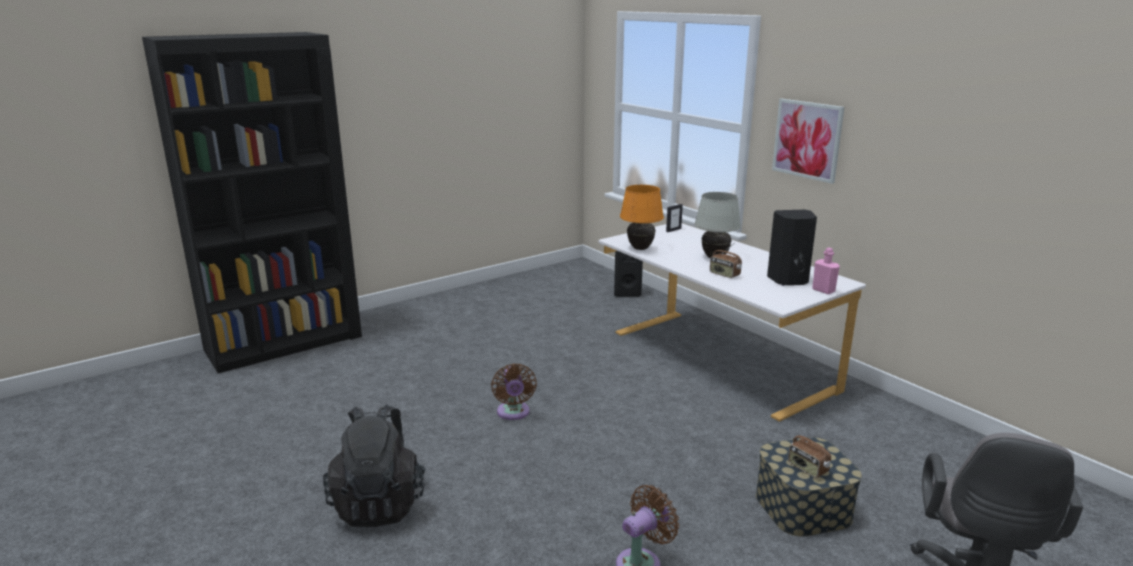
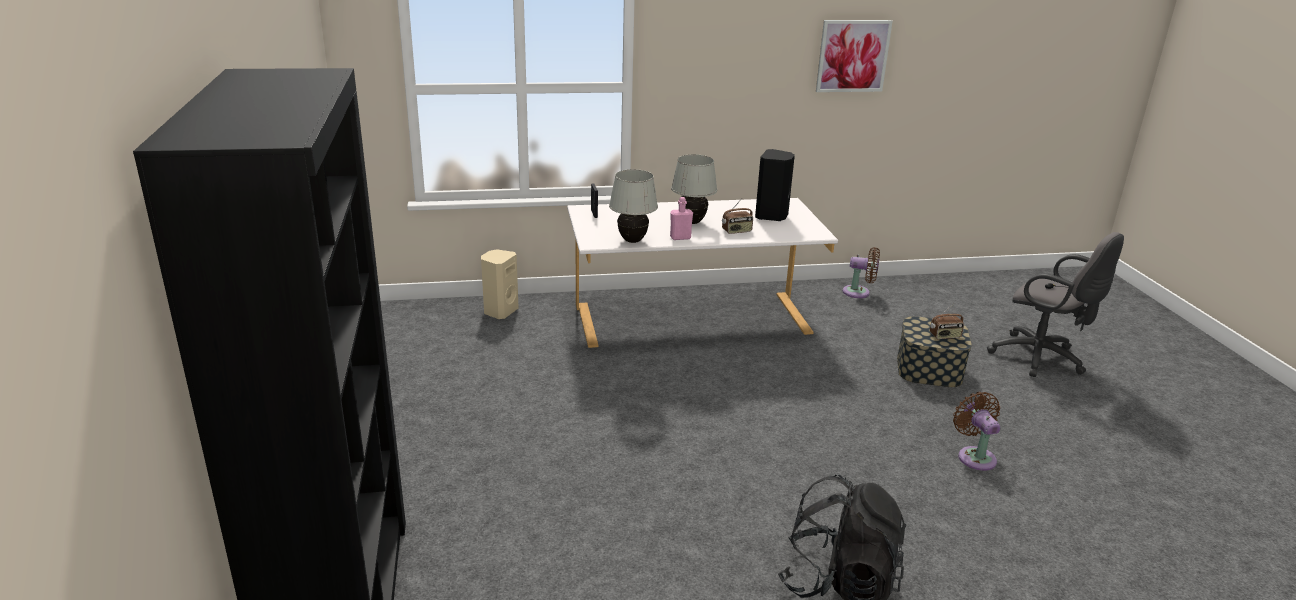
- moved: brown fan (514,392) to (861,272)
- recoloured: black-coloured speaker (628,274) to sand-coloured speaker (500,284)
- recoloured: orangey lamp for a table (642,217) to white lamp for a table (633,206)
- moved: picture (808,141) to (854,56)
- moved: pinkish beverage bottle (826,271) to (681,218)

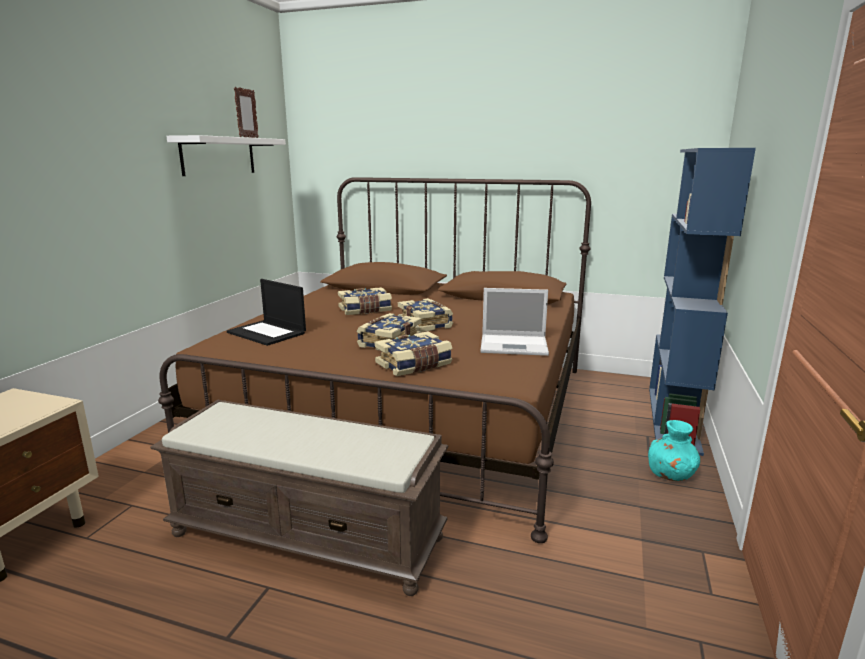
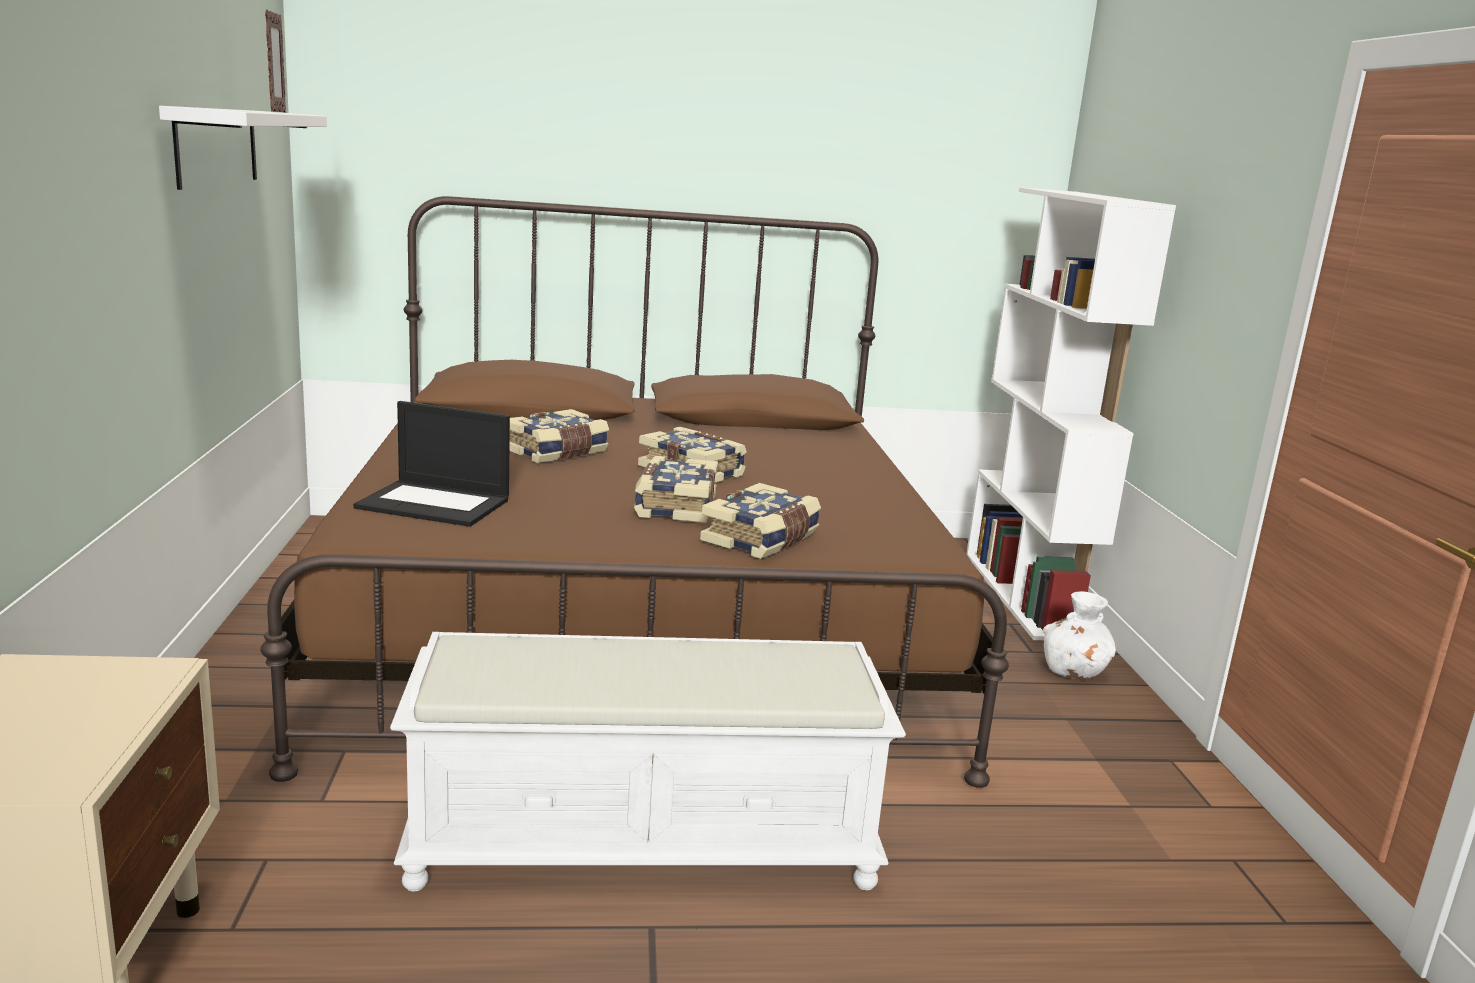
- recoloured: brown long seat (299,498) to white long seat (648,761)
- removed: notebook computer (514,322)
- recoloured: turquoise-coloured flower vase (674,450) to white flower vase (1079,635)
- recoloured: blue bookcase (702,302) to white bookcase (1071,413)

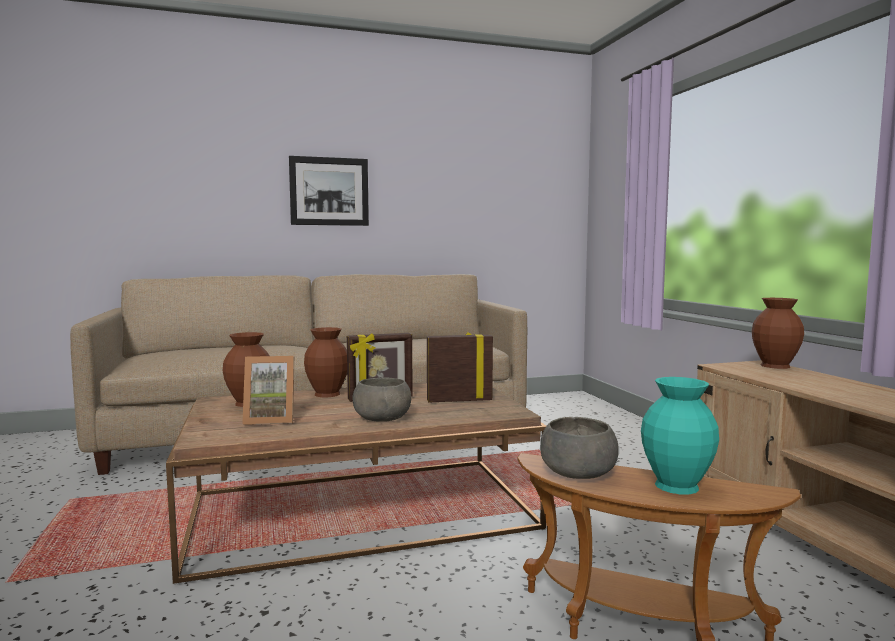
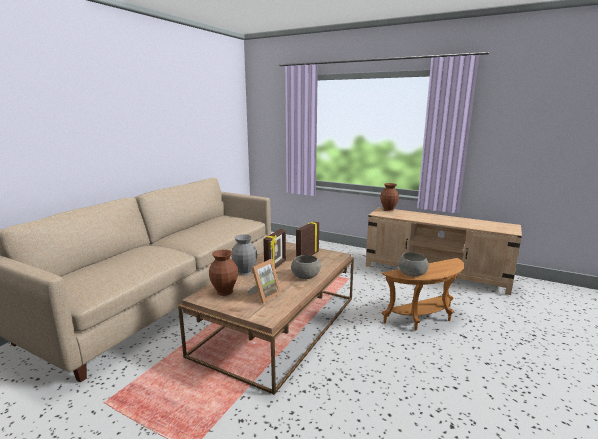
- removed: picture (329,191)
- recoloured: brown flower vase (325,362) to greyish flower vase (244,255)
- removed: turquoise-coloured flower vase (680,435)

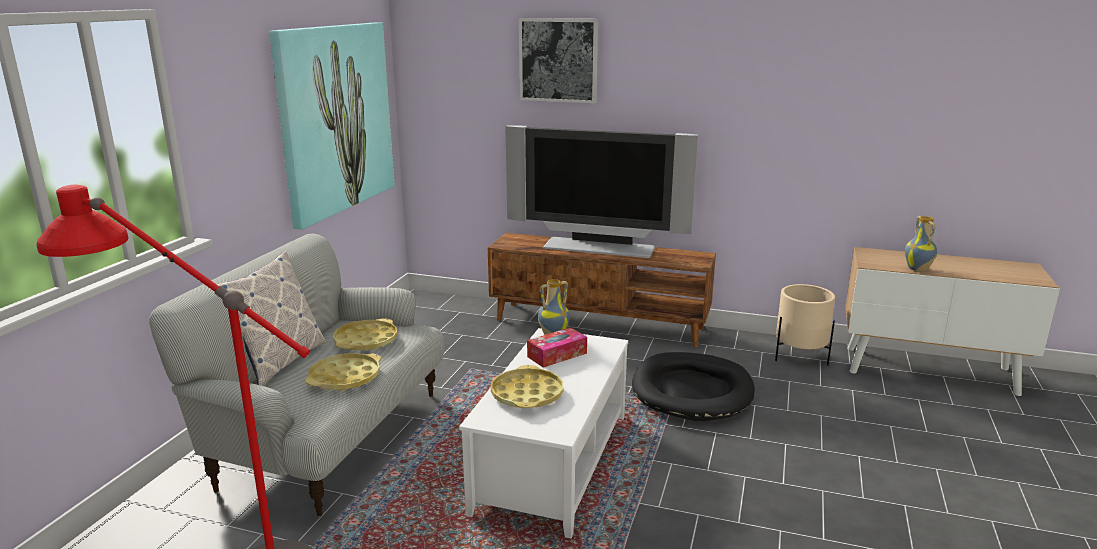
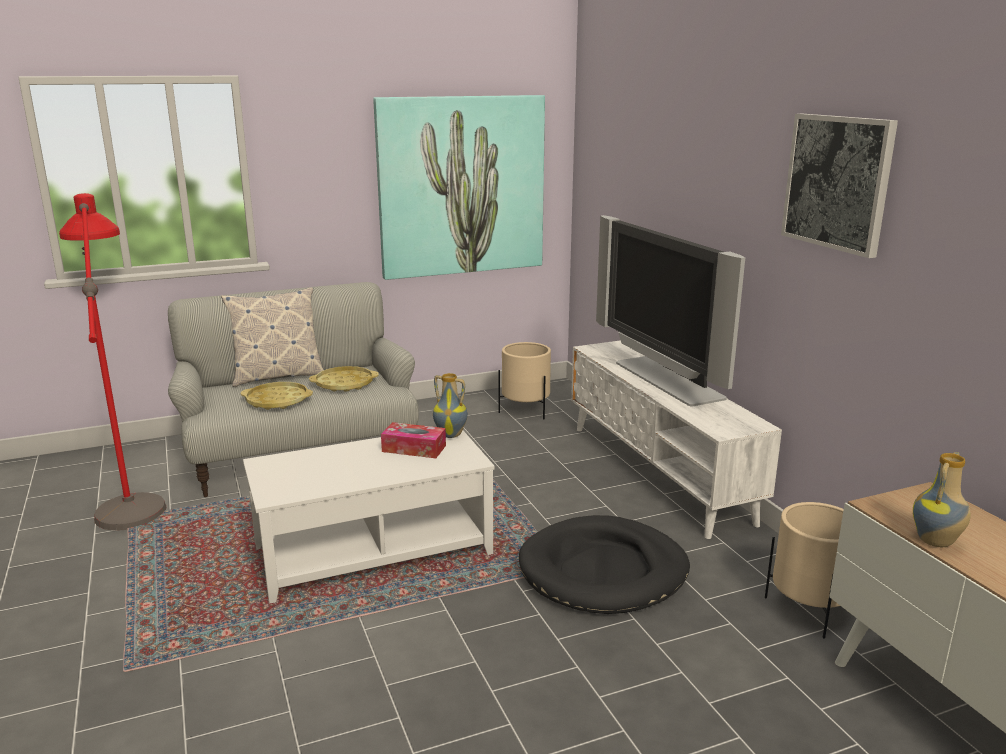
- recoloured: brown tv stand (602,290) to white tv stand (676,439)
- removed: yellowish tray (527,386)
- moved: picture (558,60) to (839,186)
- added: sand-coloured planter (524,380)

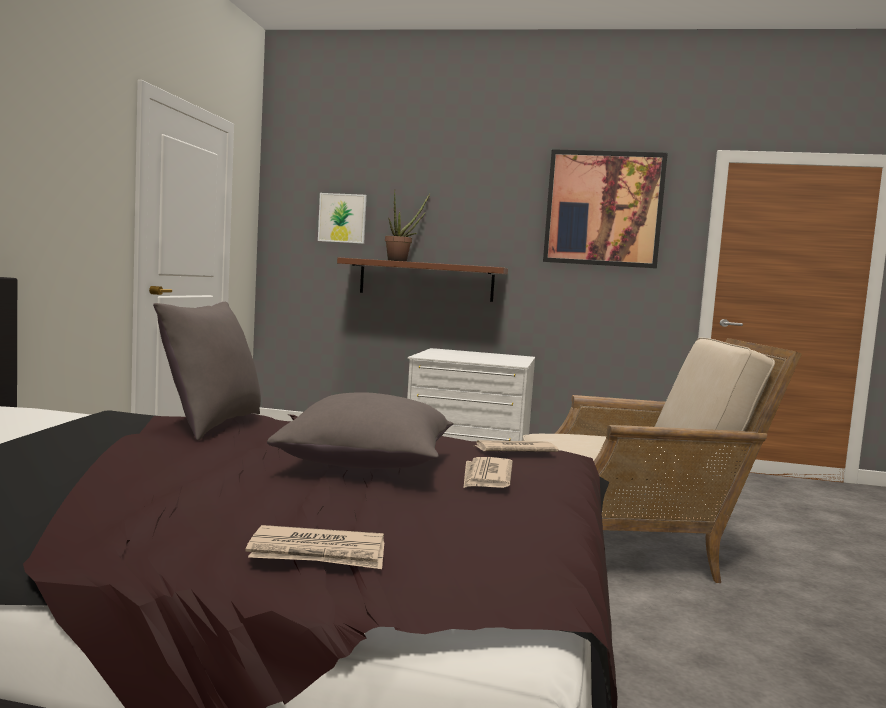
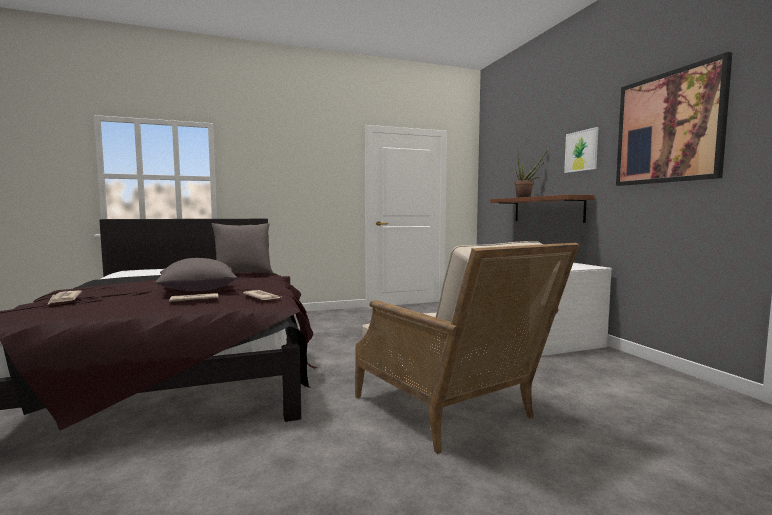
- moved: picture (342,218) to (581,150)

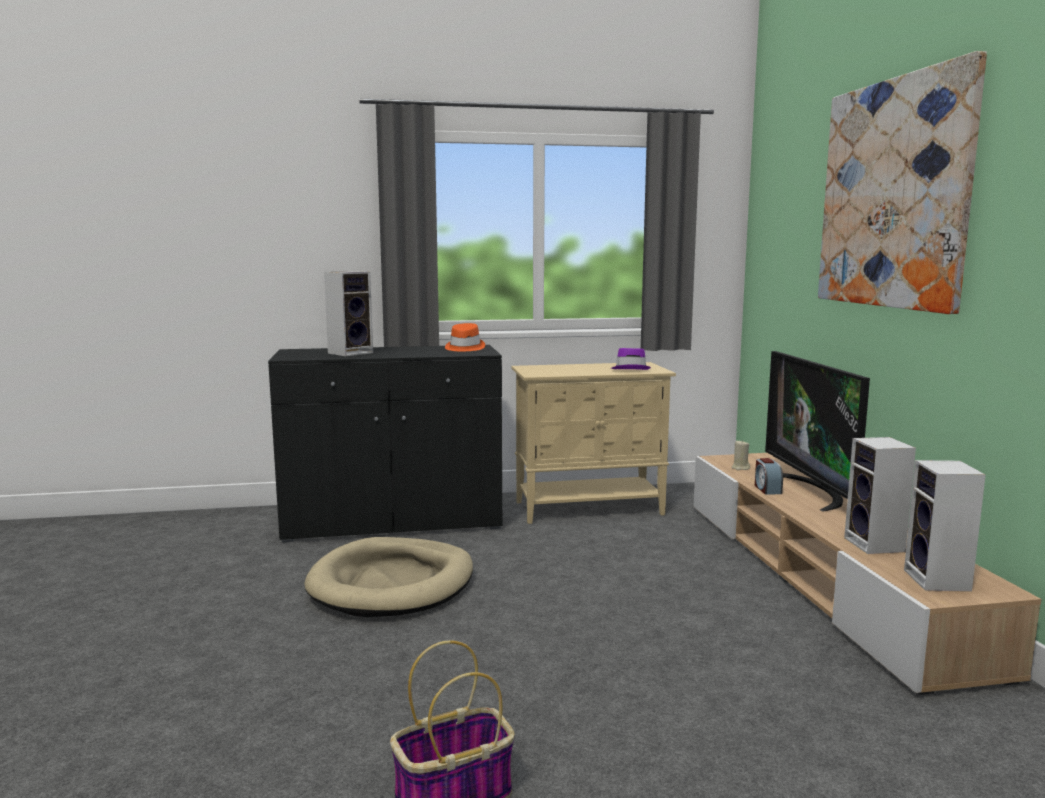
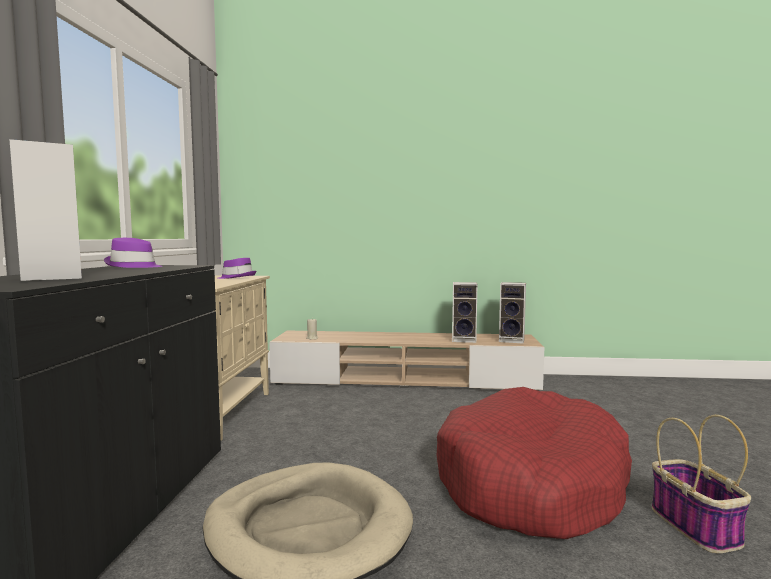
- recoloured: orangey clothing hat (465,337) to purplish clothing hat (133,253)
- removed: alarm clock (769,476)
- removed: TV (817,431)
- removed: picture (902,182)
- added: red dog bed (534,463)

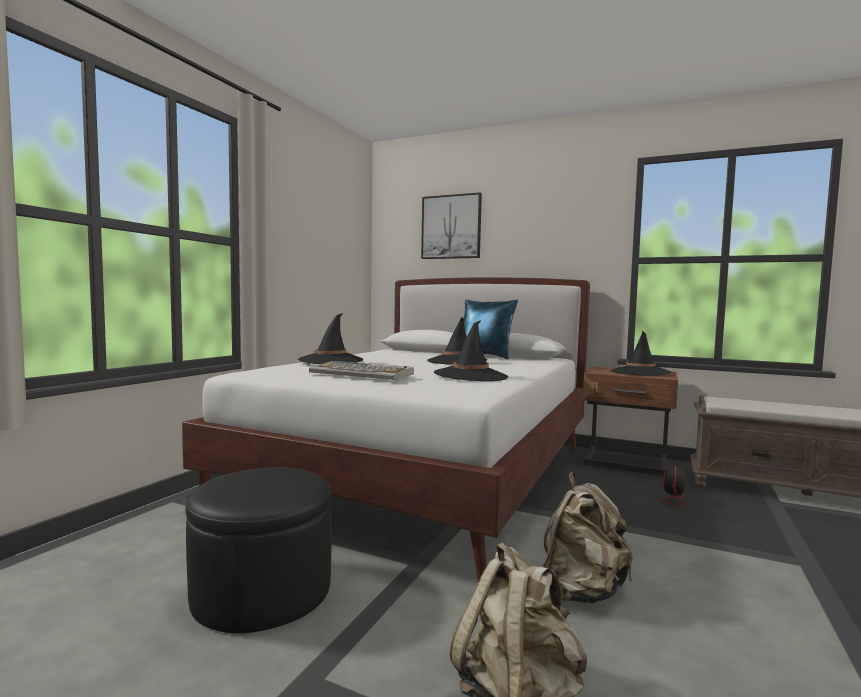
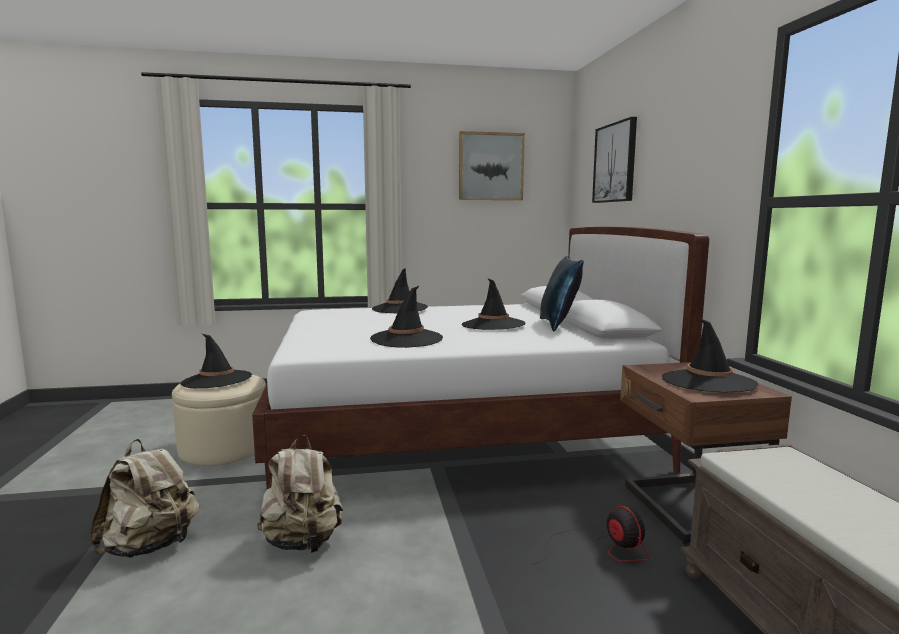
- recoloured: black-coloured pouffe (258,550) to sand-coloured pouffe (219,420)
- removed: PC keyboard (361,370)
- turned: fan (645,486) = (590,535) 105 degrees counterclockwise
- added: black-coloured clothing hat (216,361)
- added: picture (492,165)

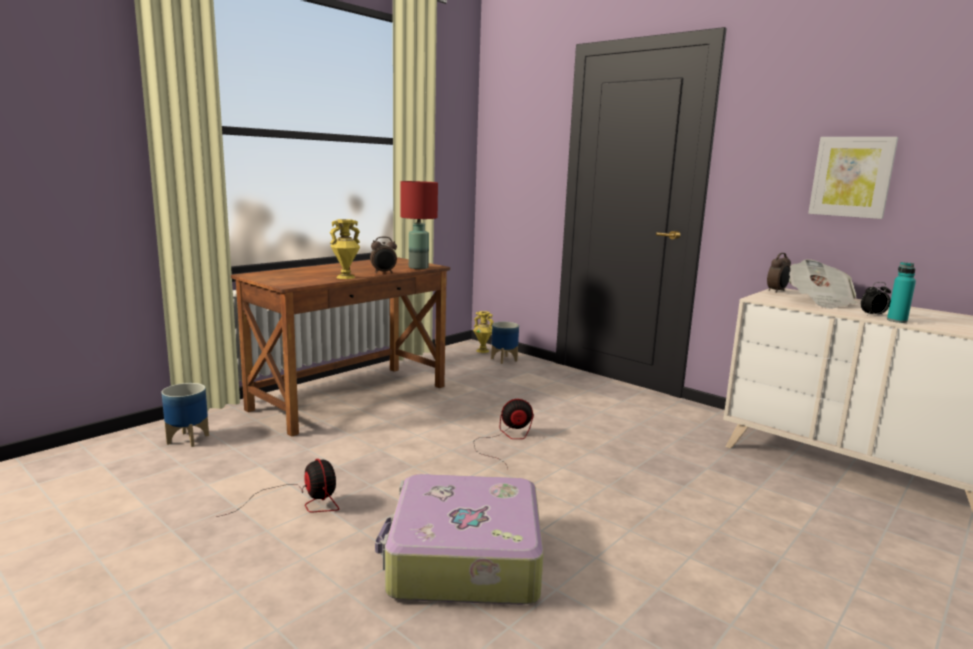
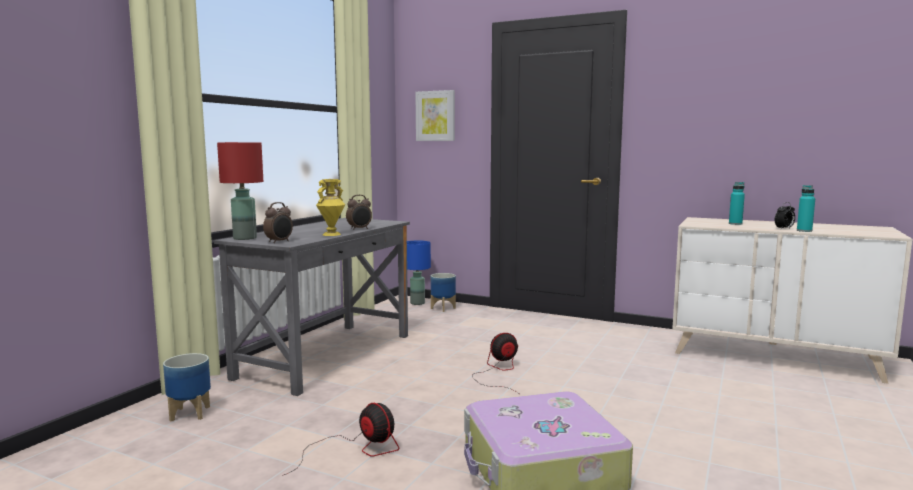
- recoloured: brown desk table (340,346) to greyish desk table (312,307)
- moved: red lamp for a table (419,225) to (240,191)
- replaced: yellowish flower vase (483,332) to blue lamp for a table (419,272)
- moved: alarm clock (779,273) to (278,222)
- replaced: newspaper (823,284) to turquoise-coloured beverage bottle (737,203)
- moved: picture (853,178) to (435,115)

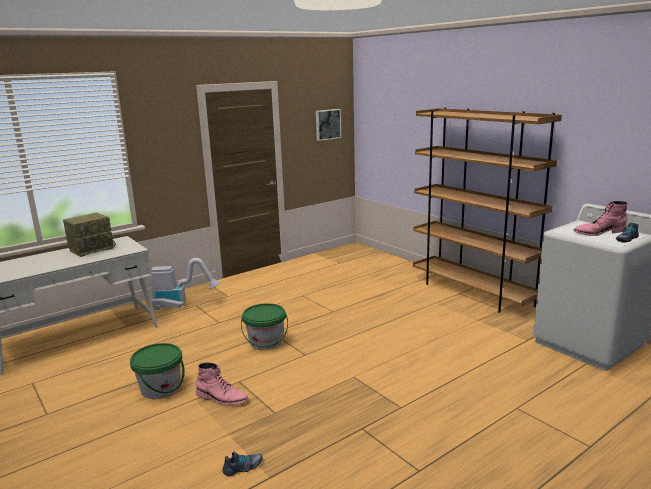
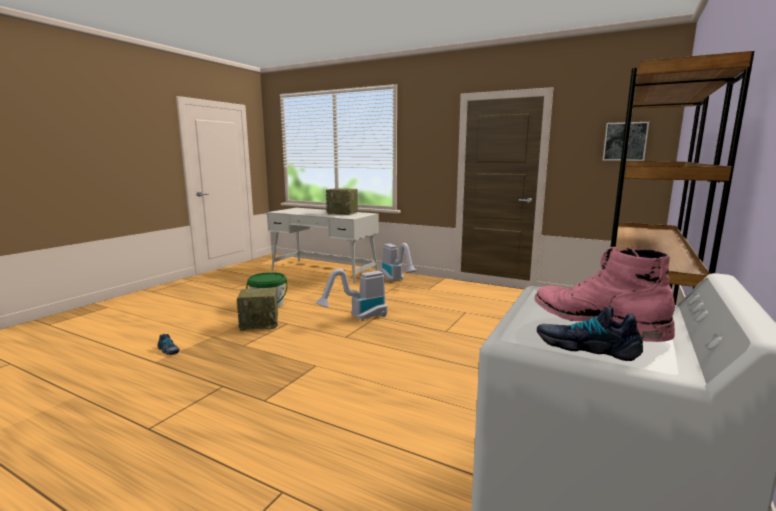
- replaced: pinkish boot (222,383) to radio set (257,309)
- replaced: green pail (264,326) to hoover (351,295)

